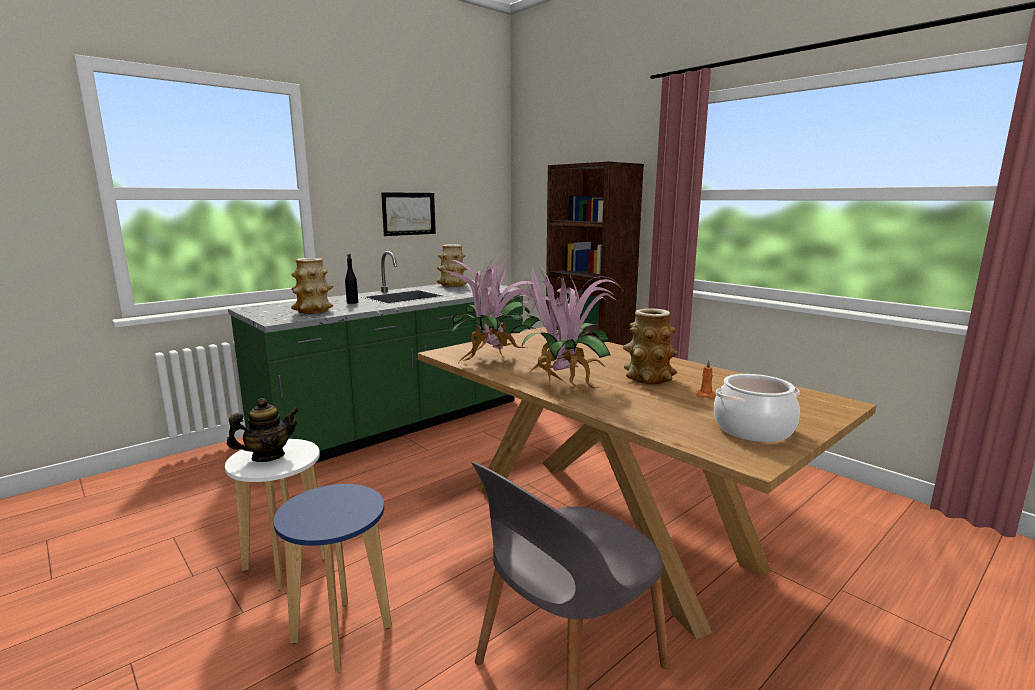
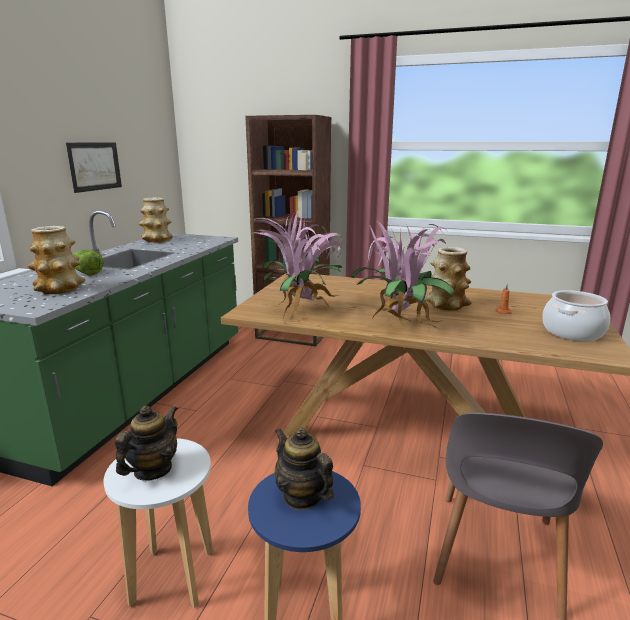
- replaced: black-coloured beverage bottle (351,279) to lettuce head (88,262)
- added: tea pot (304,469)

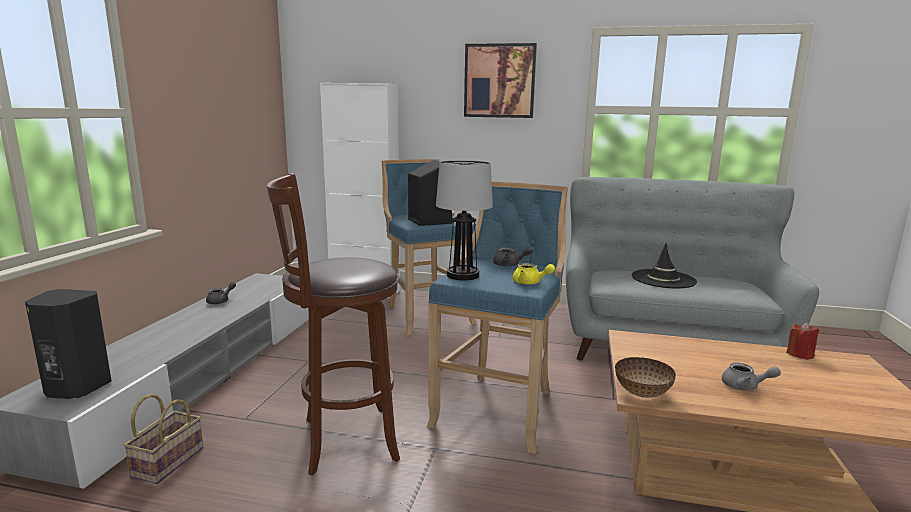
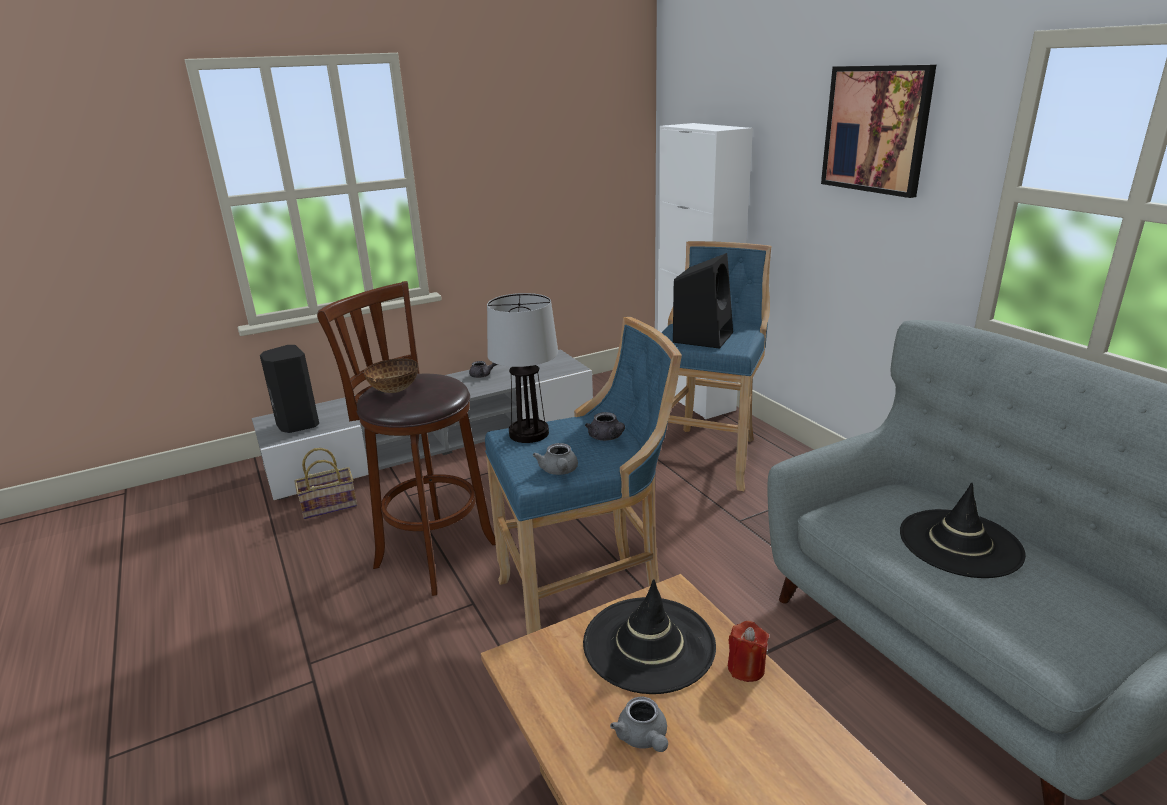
- recoloured: yellowish tea pot (534,273) to greyish tea pot (555,459)
- moved: bowl (645,377) to (391,375)
- moved: red wax light (802,341) to (748,651)
- added: black-coloured clothing hat (649,636)

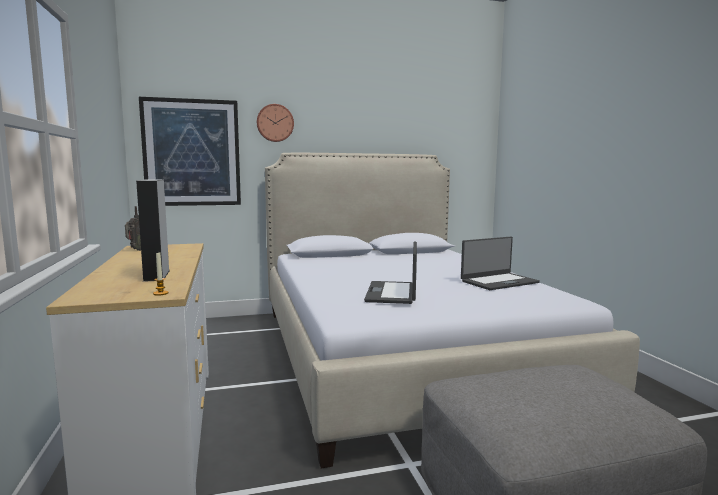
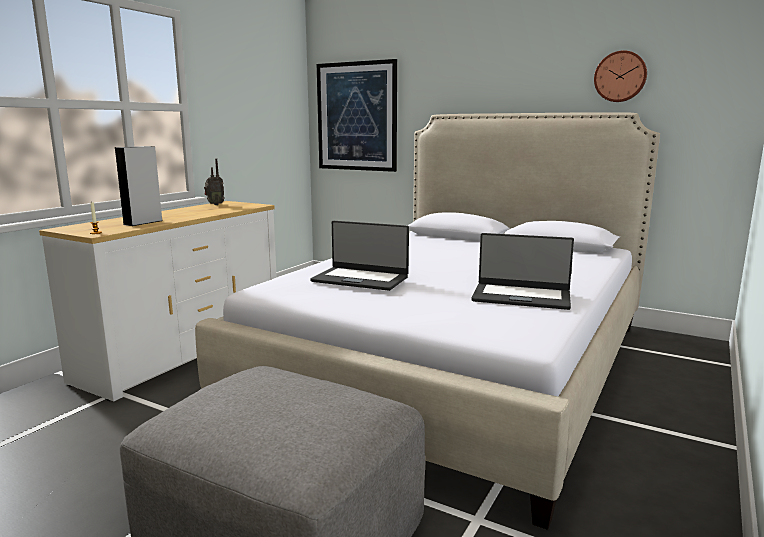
- moved: hanging clock (275,123) to (620,76)
- turned: notebook computer (390,272) = (359,256) 120 degrees counterclockwise

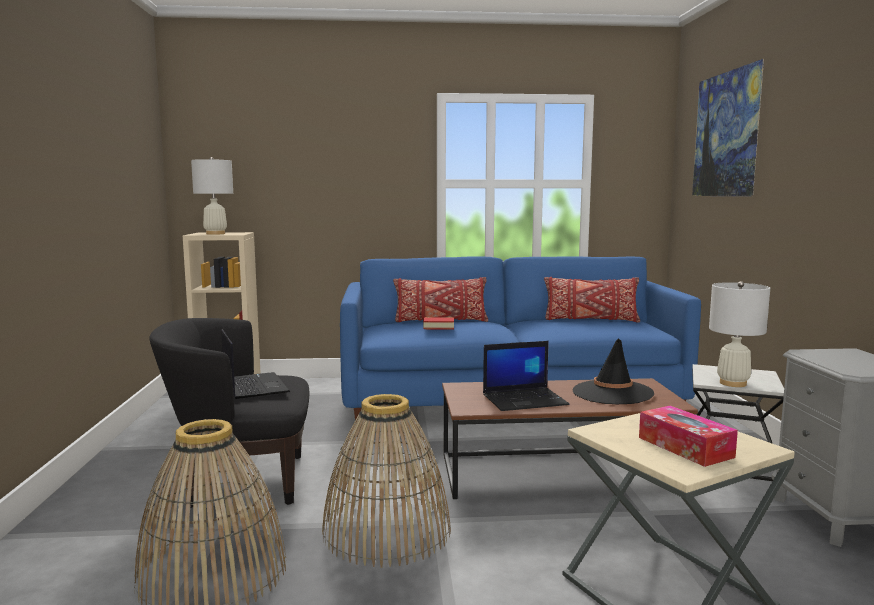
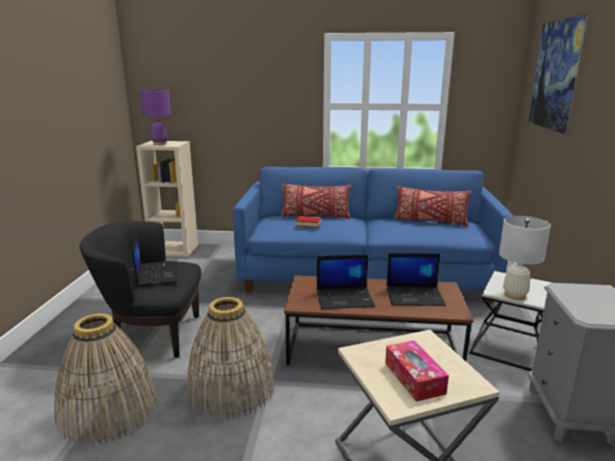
- recoloured: white lamp for a table (212,196) to purplish lamp for a table (155,116)
- replaced: black-coloured clothing hat (613,371) to notebook computer (416,279)

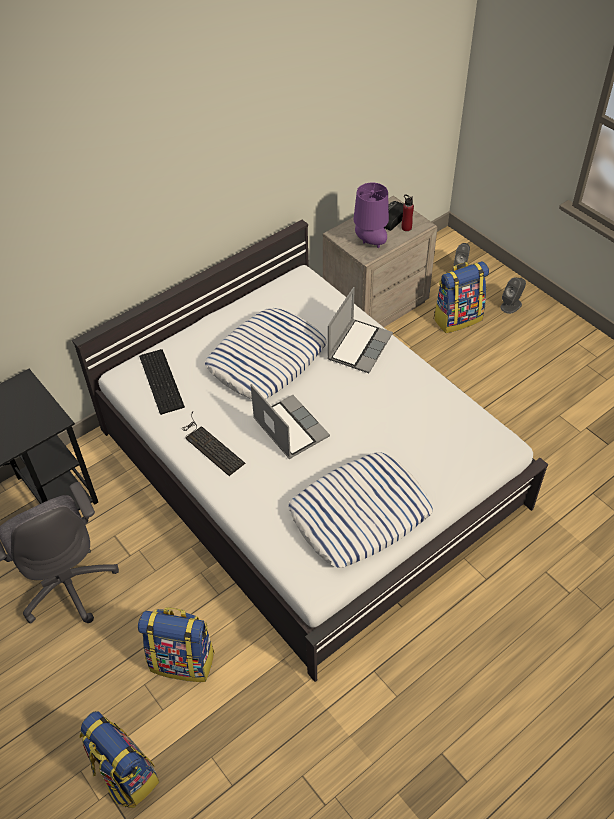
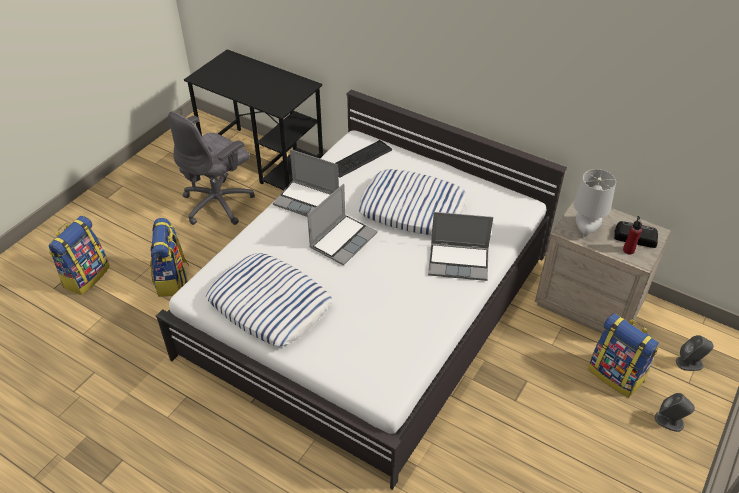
- replaced: PC keyboard (213,443) to notebook computer (306,183)
- recoloured: purplish lamp for a table (371,215) to greyish lamp for a table (594,203)

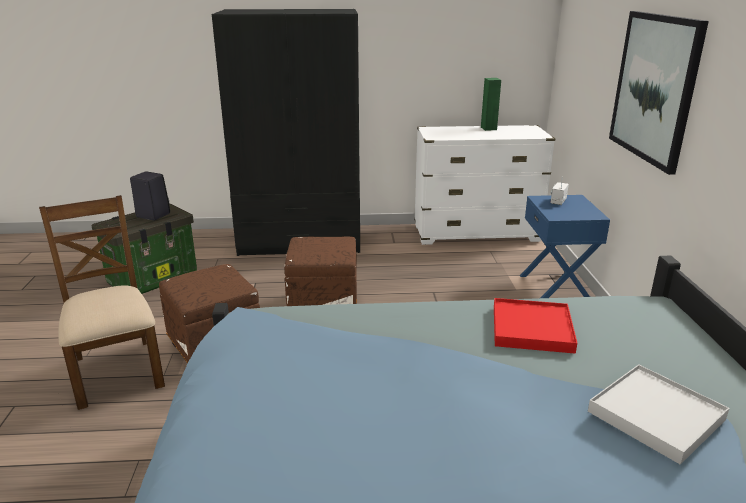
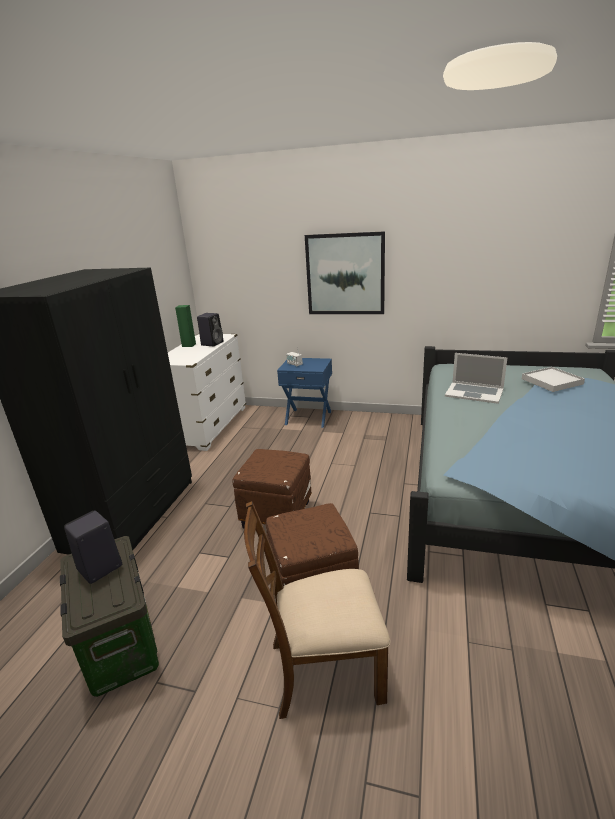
- replaced: red tray (535,326) to notebook computer (476,378)
- added: black-coloured speaker (210,329)

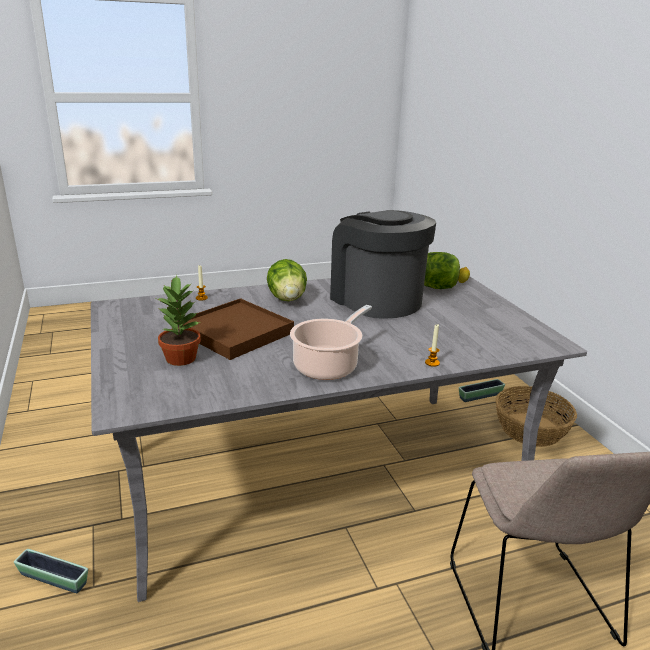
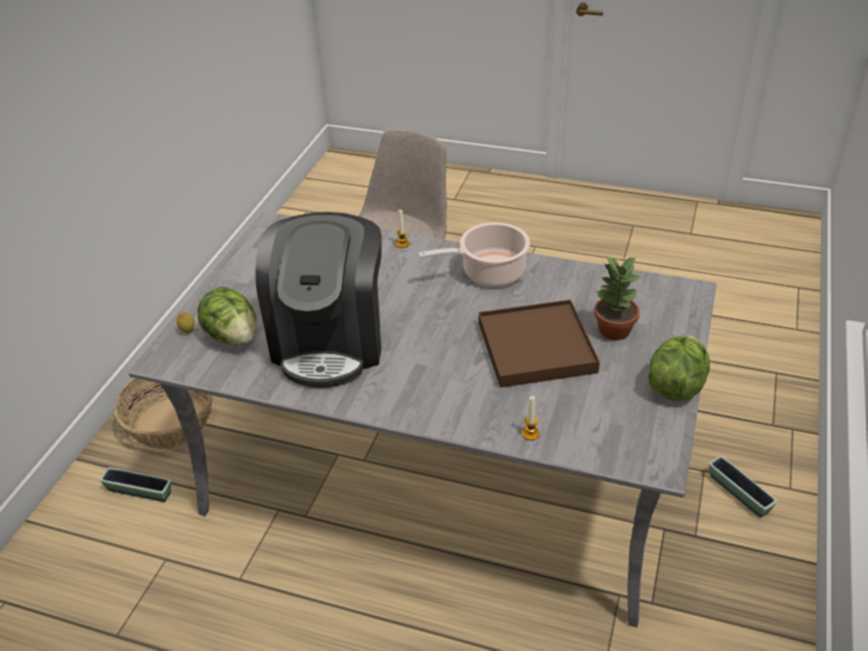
- moved: lettuce head (287,280) to (679,368)

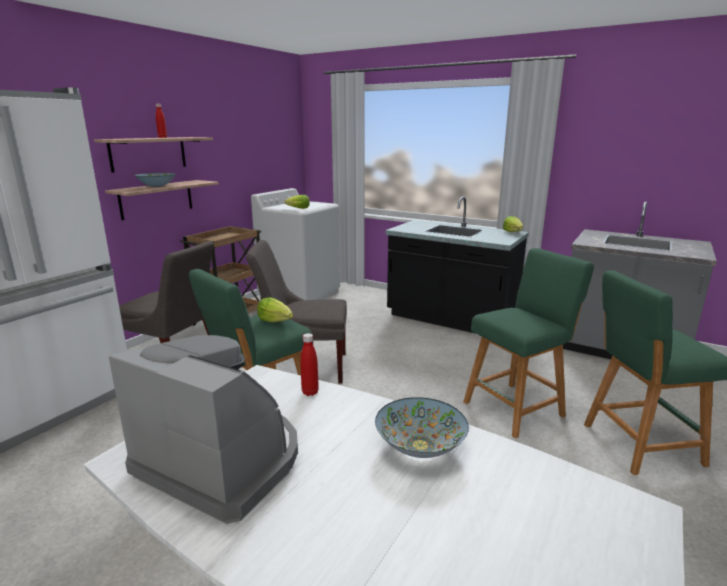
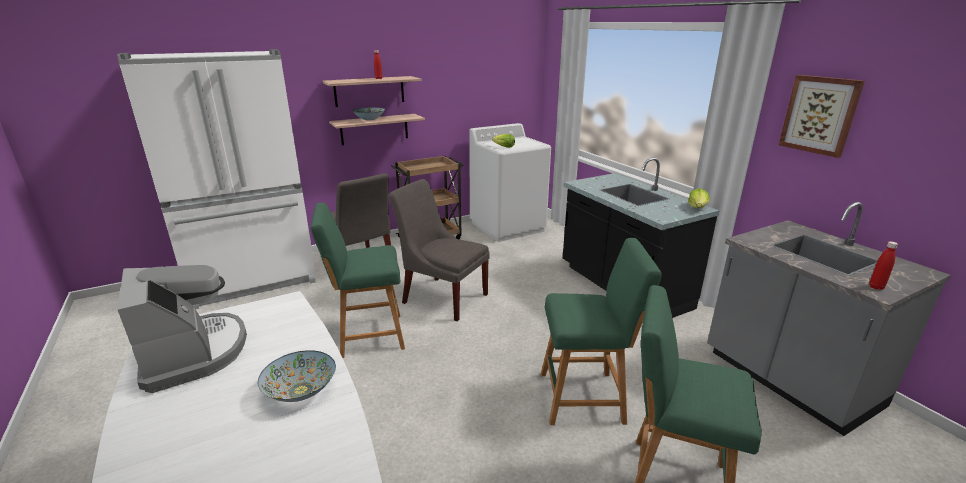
- removed: lettuce head (275,309)
- moved: red beverage bottle (309,364) to (883,265)
- added: picture (822,116)

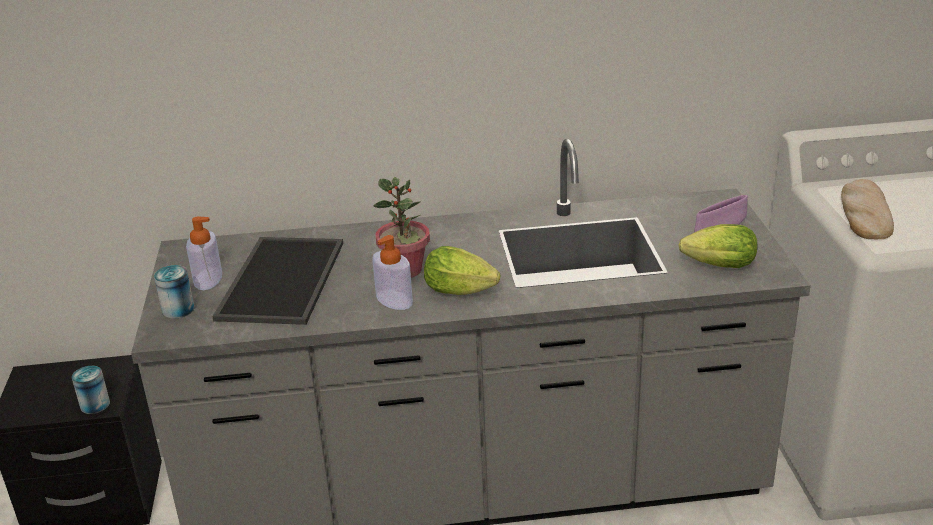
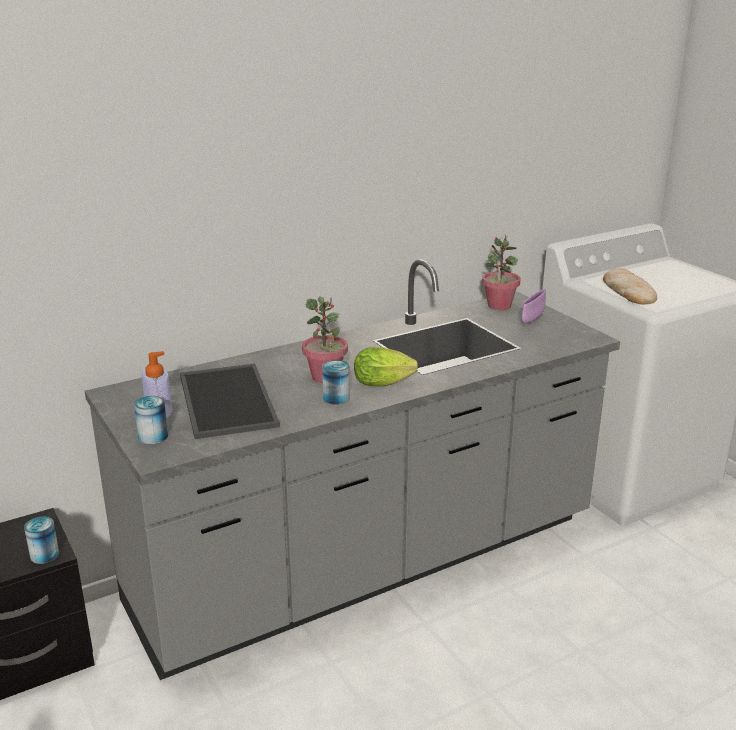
- replaced: soap dispenser (392,272) to sealed can (336,382)
- removed: lettuce head (718,246)
- added: potted plant (501,272)

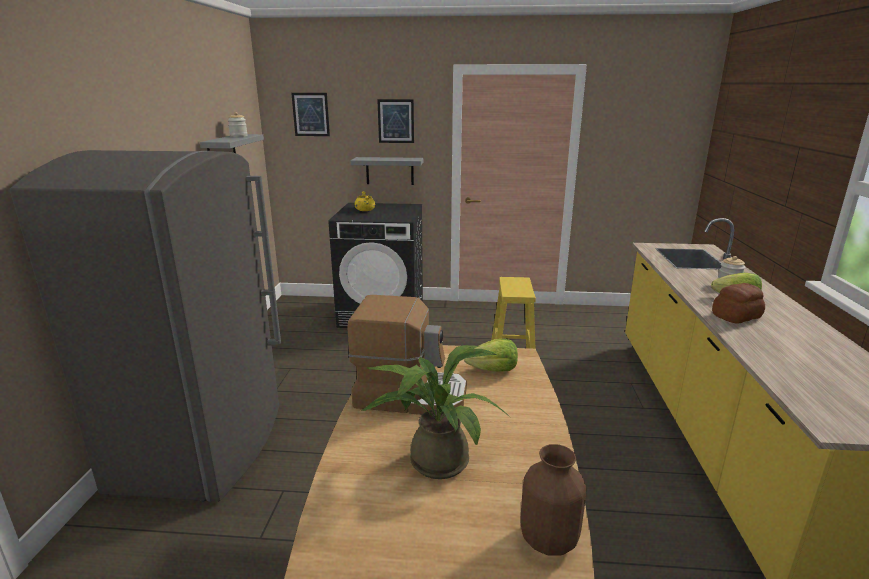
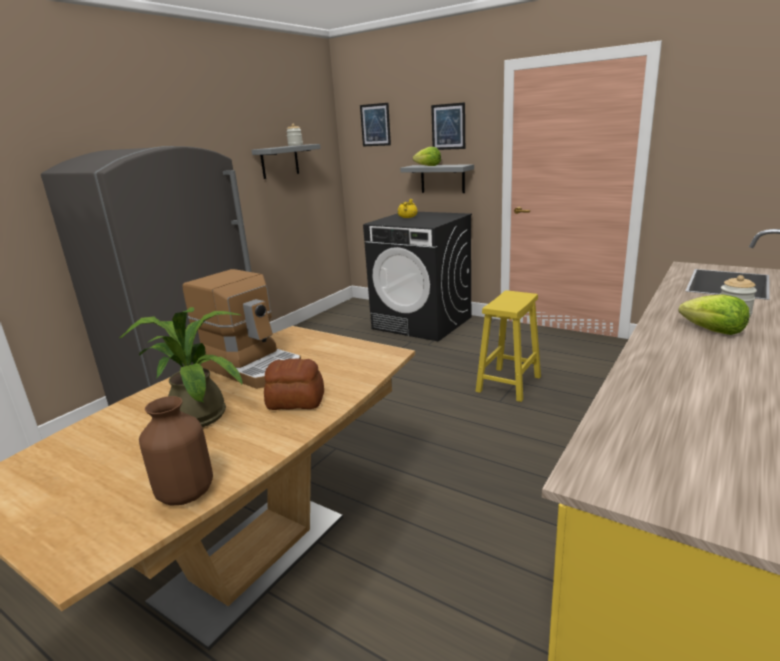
- moved: lettuce head (491,355) to (427,156)
- moved: bread (738,303) to (294,384)

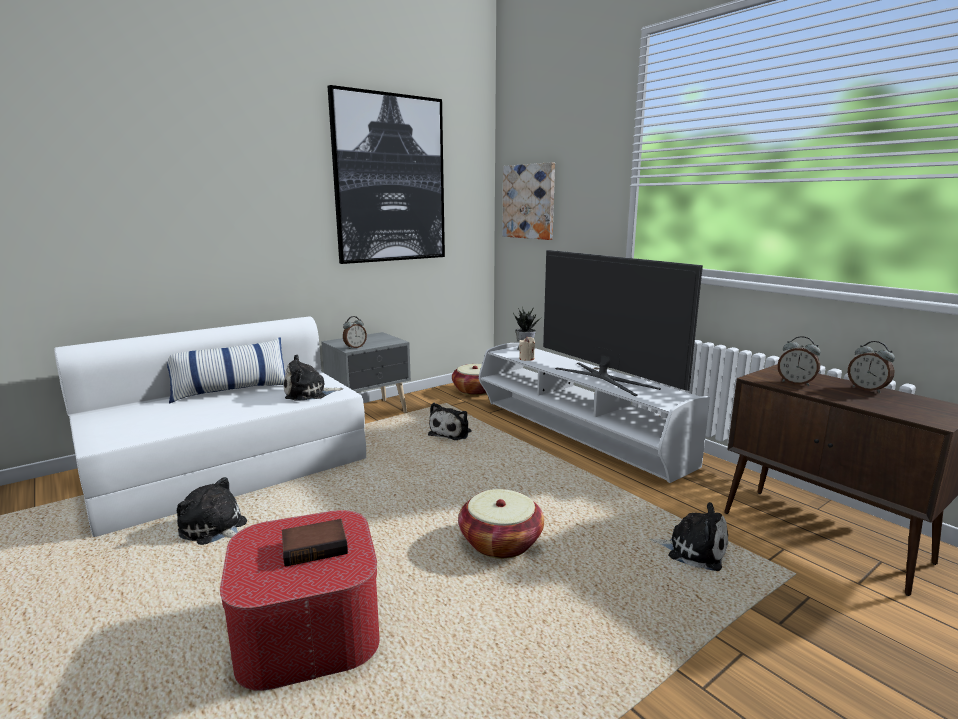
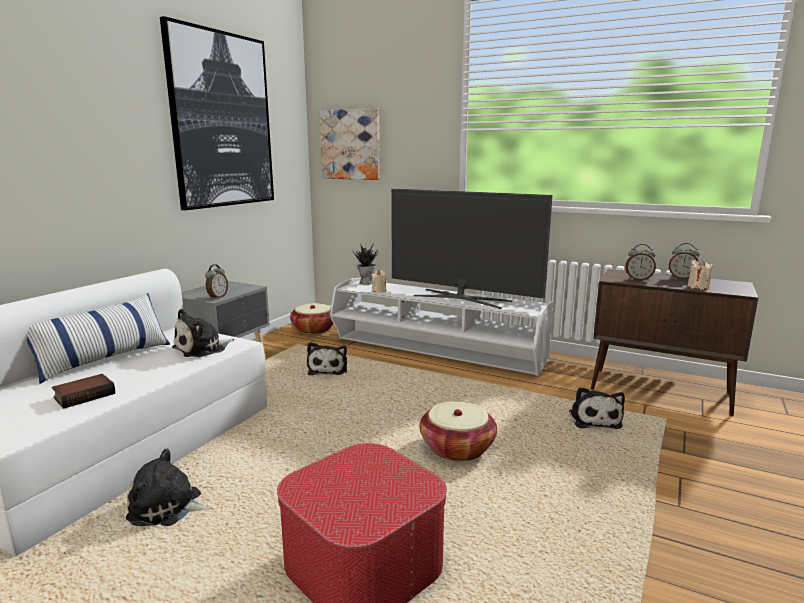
- moved: volume (315,543) to (83,391)
- turned: soft toy (689,536) = (597,408) 90 degrees clockwise
- added: sand-coloured wax light (700,274)

